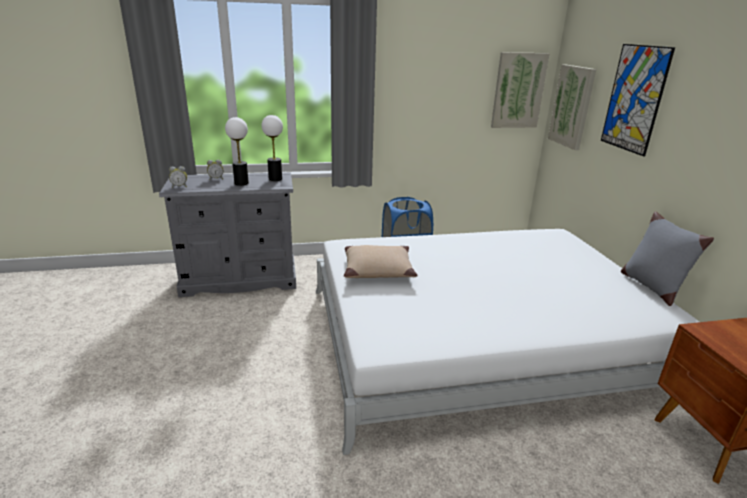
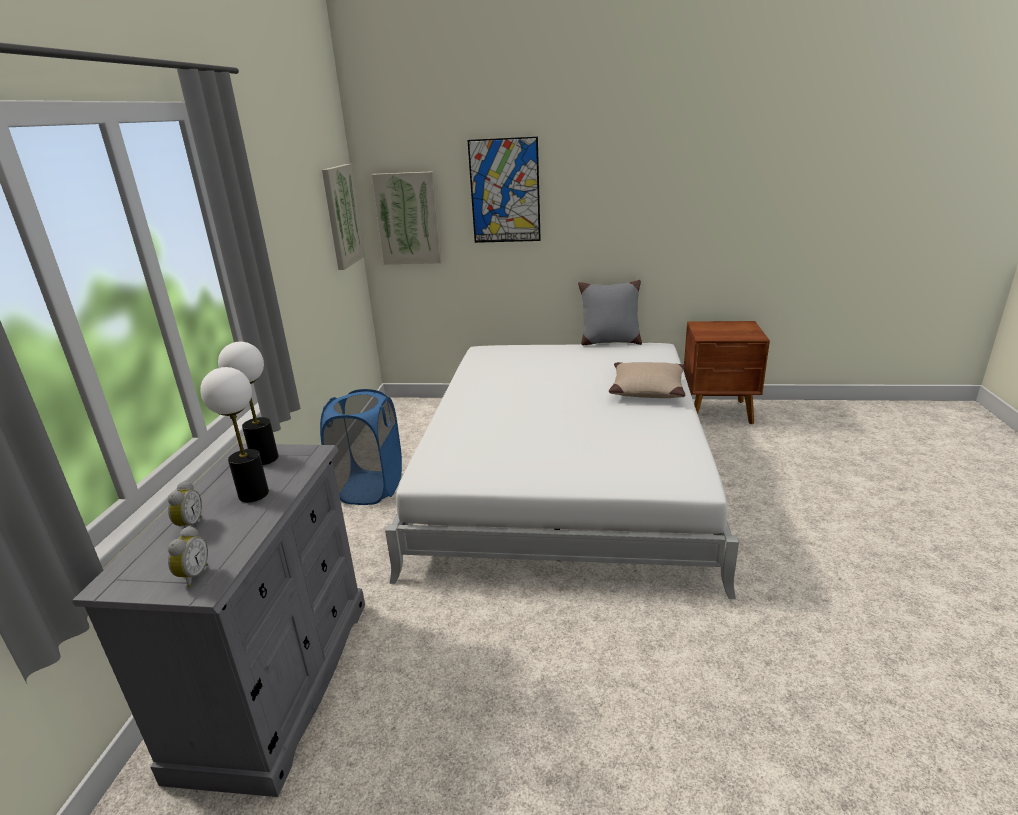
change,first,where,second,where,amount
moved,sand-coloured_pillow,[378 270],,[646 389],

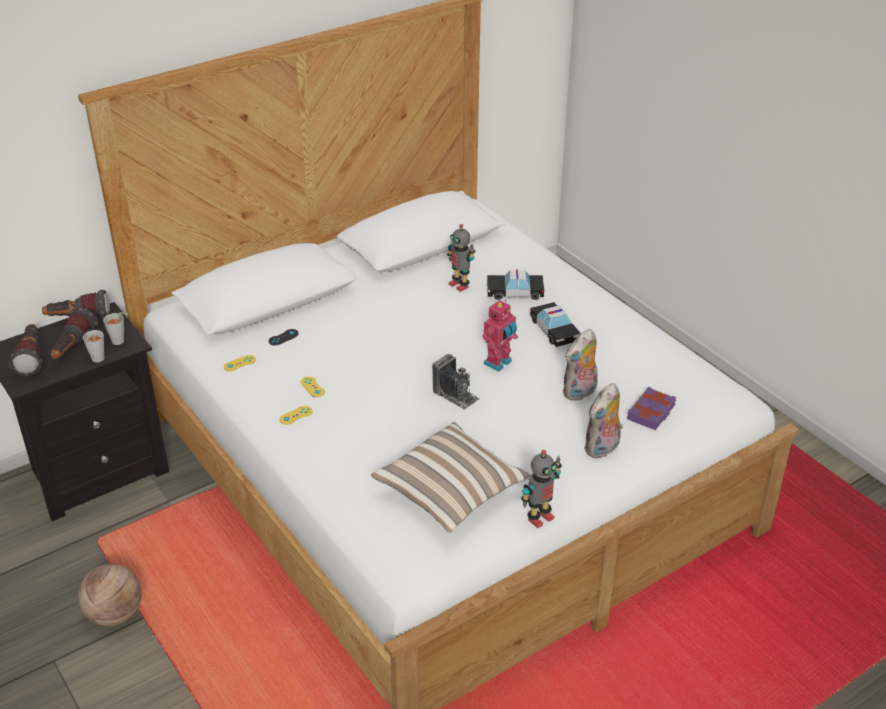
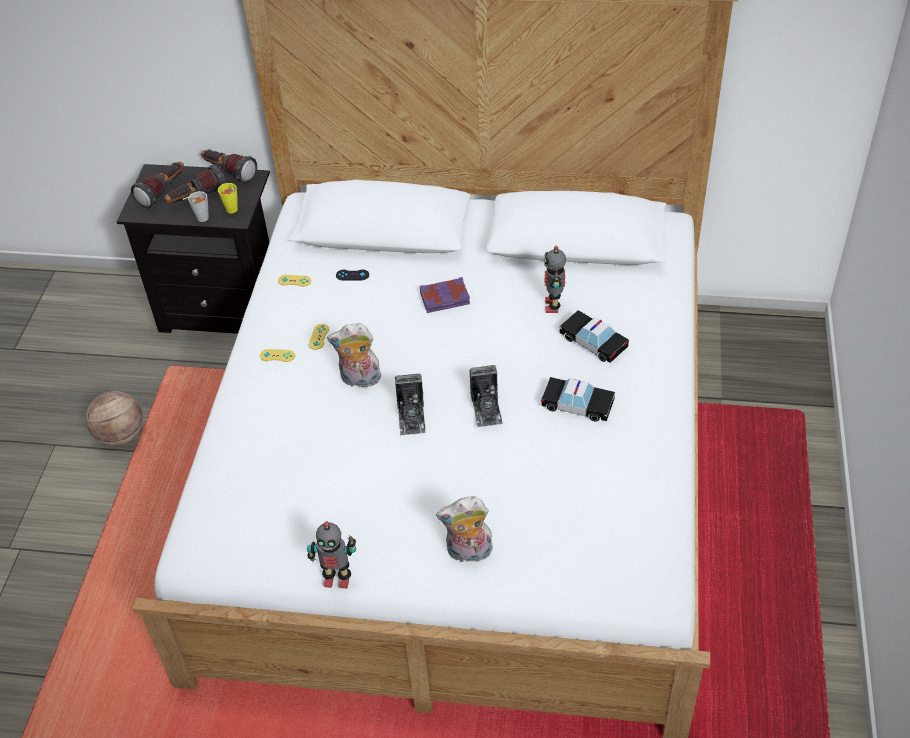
change,first,where,second,where,amount
recoloured,gray_small_cup,[120 341],yellow_small_cup,[232 211],
removed,pillow,[451 492],,,
replaced,model_robot,[499 363],photo_camera,[486 408],
turned,toy_car,[554 330],,[577 405],90 degrees counterclockwise
moved,plush_toy,[580 393],,[359 380],
moved,purplish_book,[651 412],,[445 299],

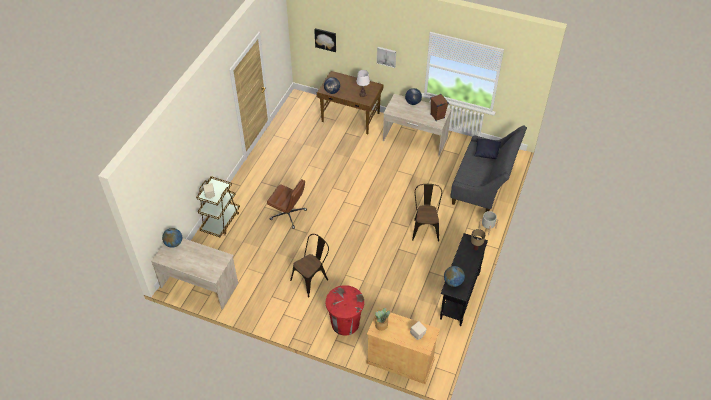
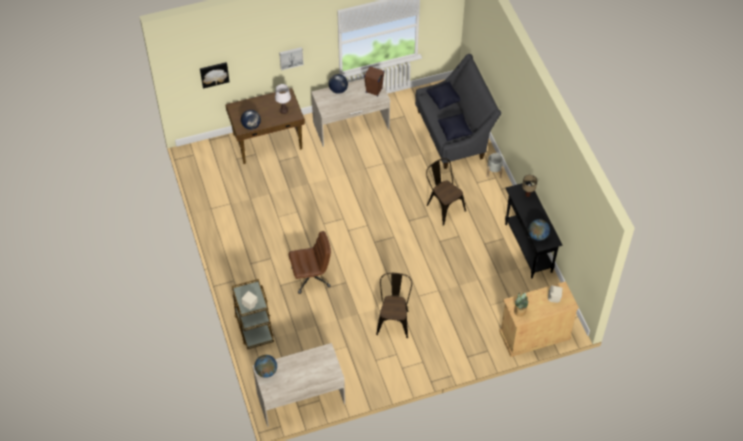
change,first,where,second,where,amount
removed,red-coloured_rubbish_bin,[345 323],,,
added,,,black-coloured_pillow,[454 132],

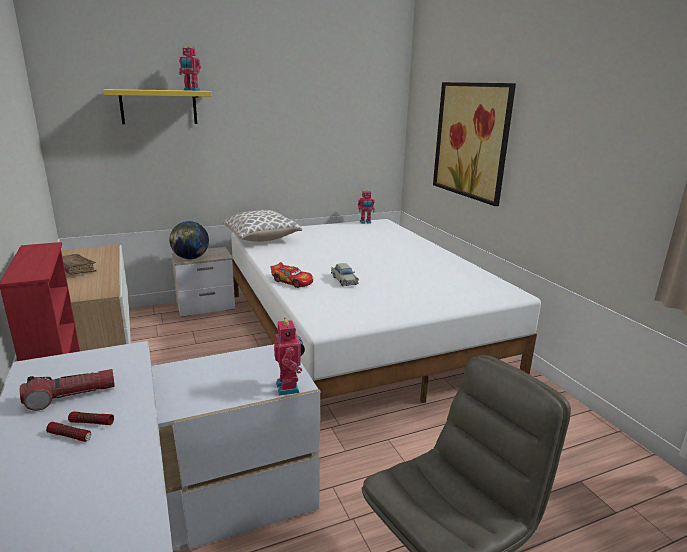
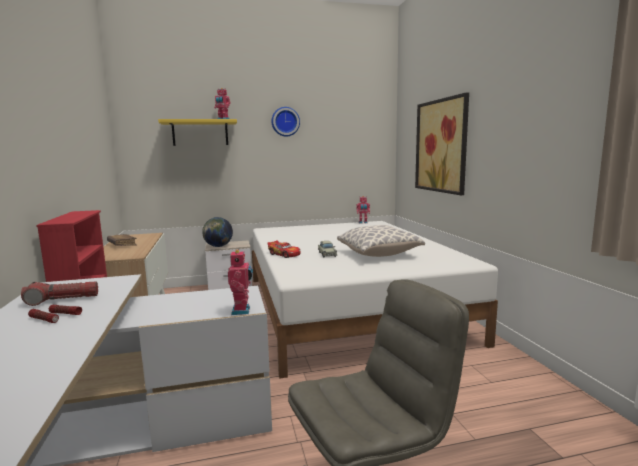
change,first,where,second,where,amount
moved,pillow,[261 238],,[378 254],
added,,,wall_clock,[285 121],

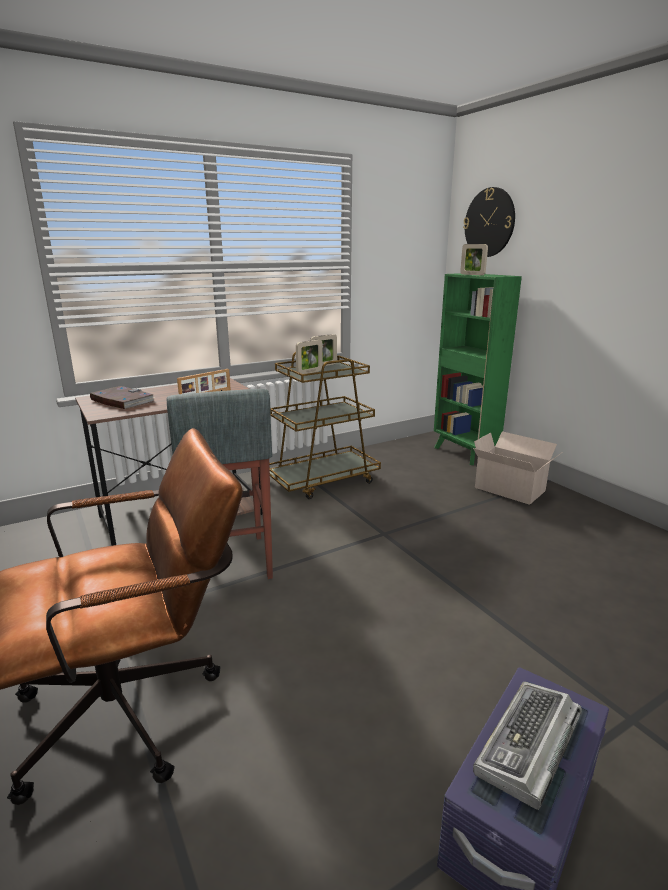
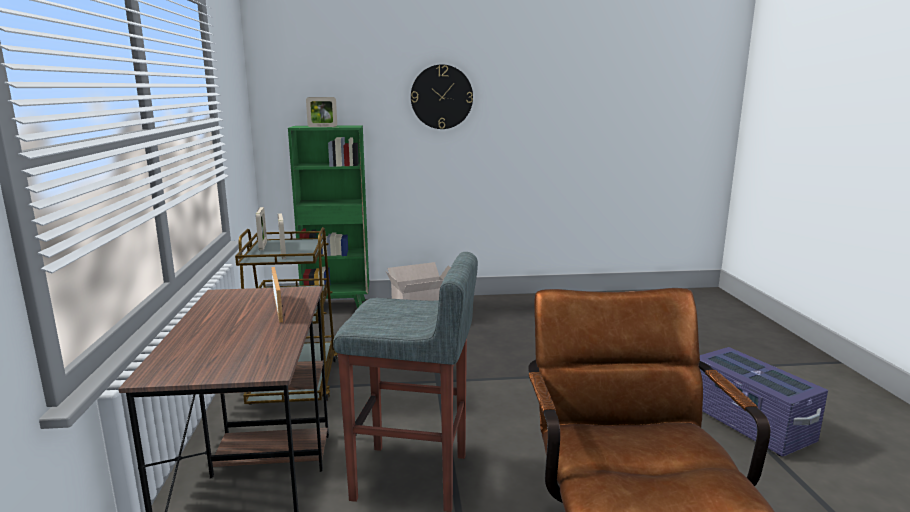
change,first,where,second,where,amount
removed,book,[122 401],,,
moved,wall_clock,[489 222],,[441 97],
removed,keyboard,[528 747],,,

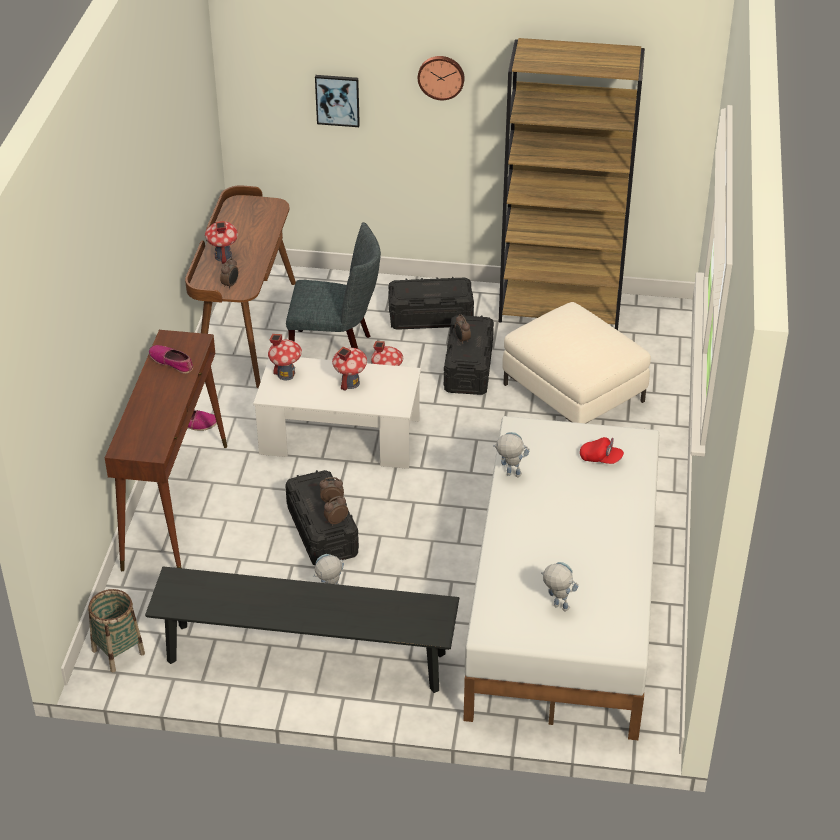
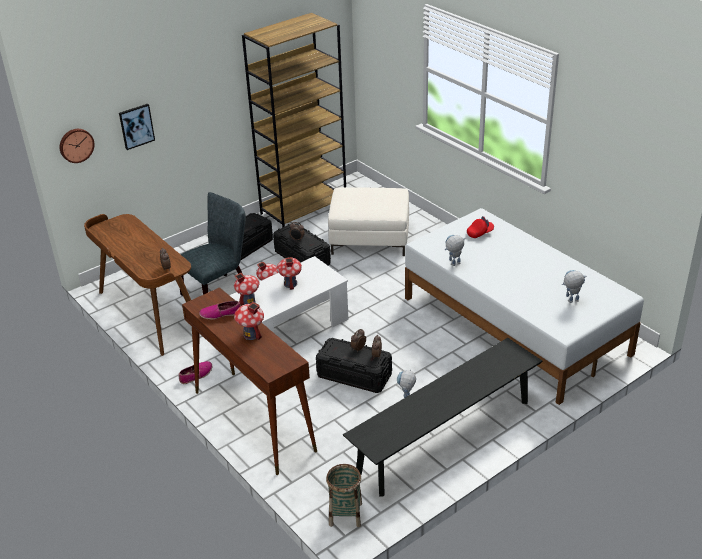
change,first,where,second,where,amount
moved,model_house,[223 256],,[251 335],
moved,wall_clock,[441 76],,[76 145],

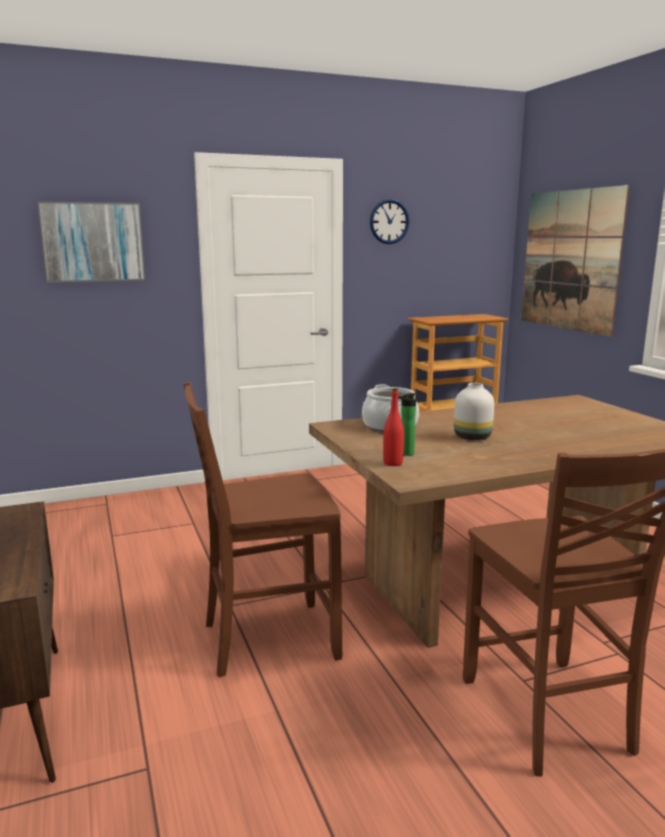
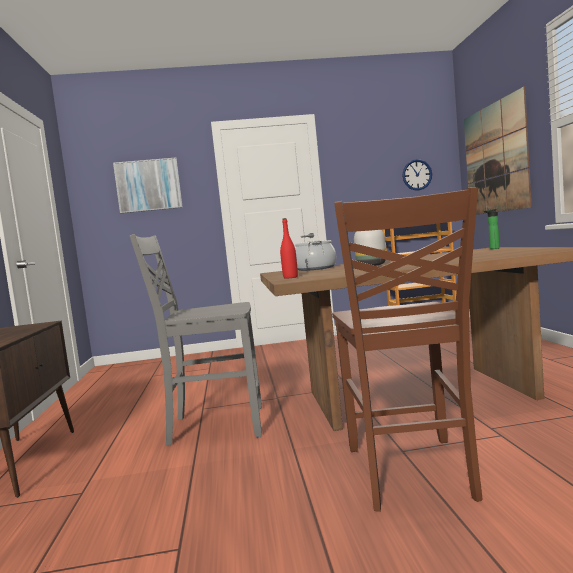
change,first,where,second,where,amount
recoloured,brown_plain_chair,[267 639],gray_plain_chair,[215 426],
moved,wall_clock,[389 221],,[417 175],
moved,beverage_bottle,[405 454],,[493 248],

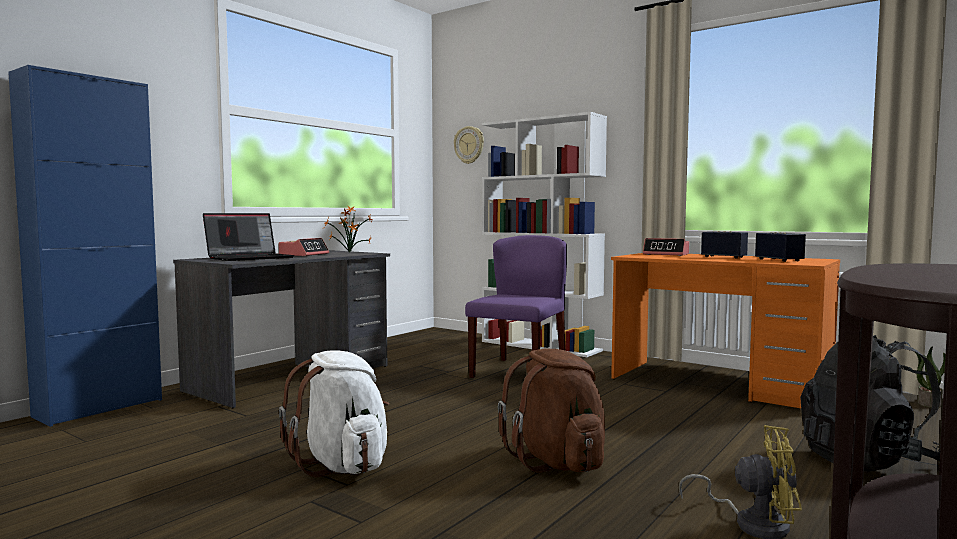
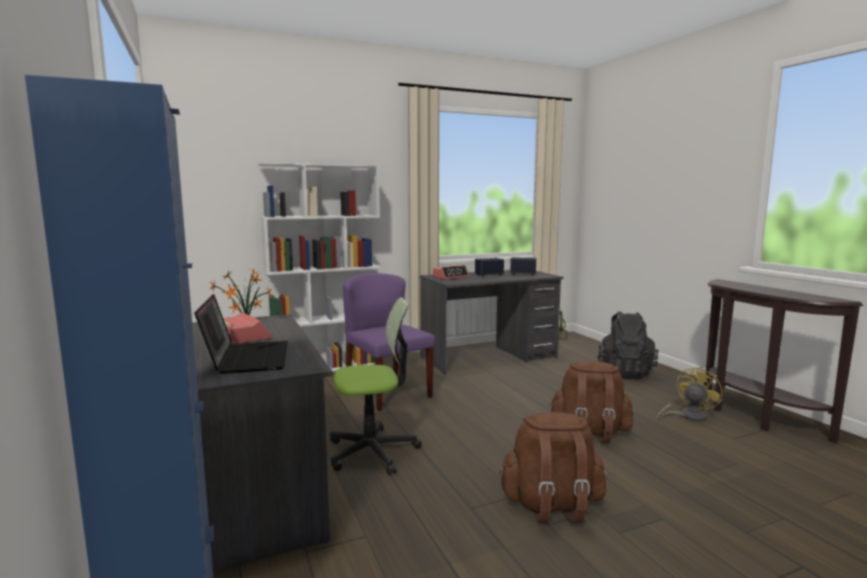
change,first,where,second,where,amount
recoloured,white_backpack,[342 465],brown_backpack,[551 506],
removed,wall_clock,[469 145],,,
recoloured,orange-coloured_desk,[718 385],gray_desk,[489 357],
added,,,desk_chair,[373 451],

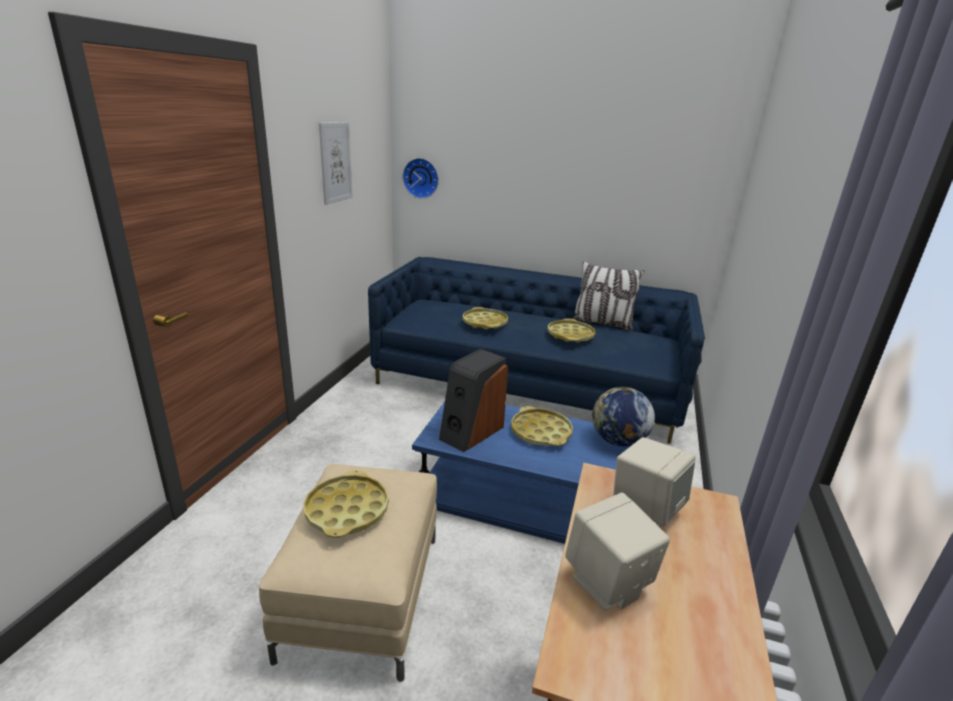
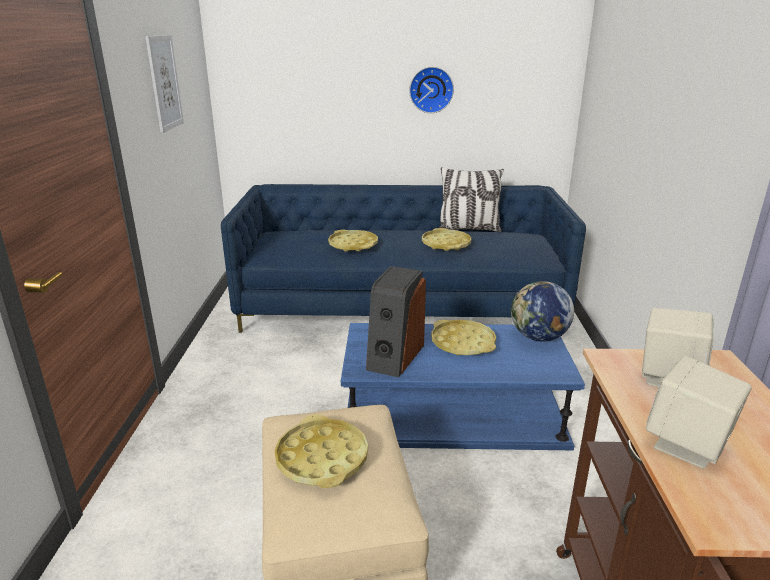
change,first,where,second,where,amount
moved,wall_clock,[421 178],,[431 89],

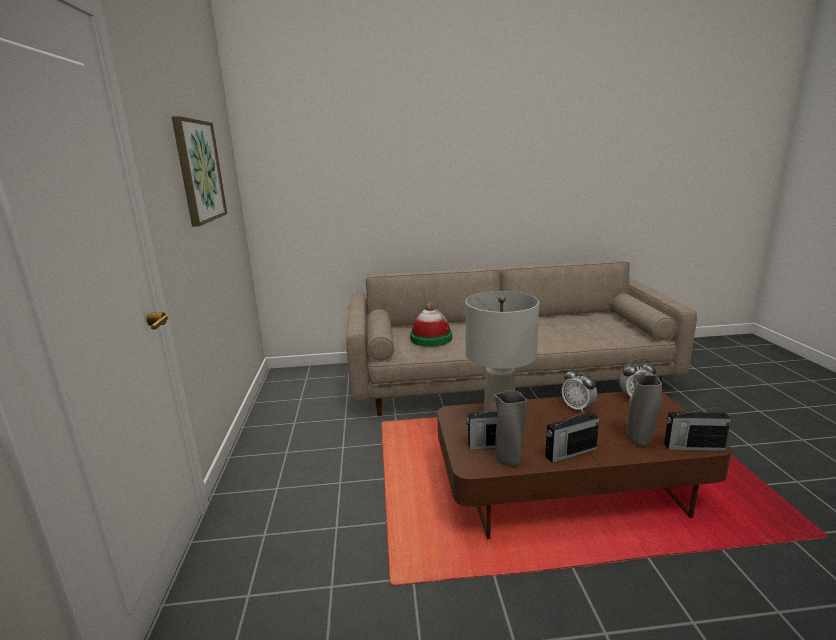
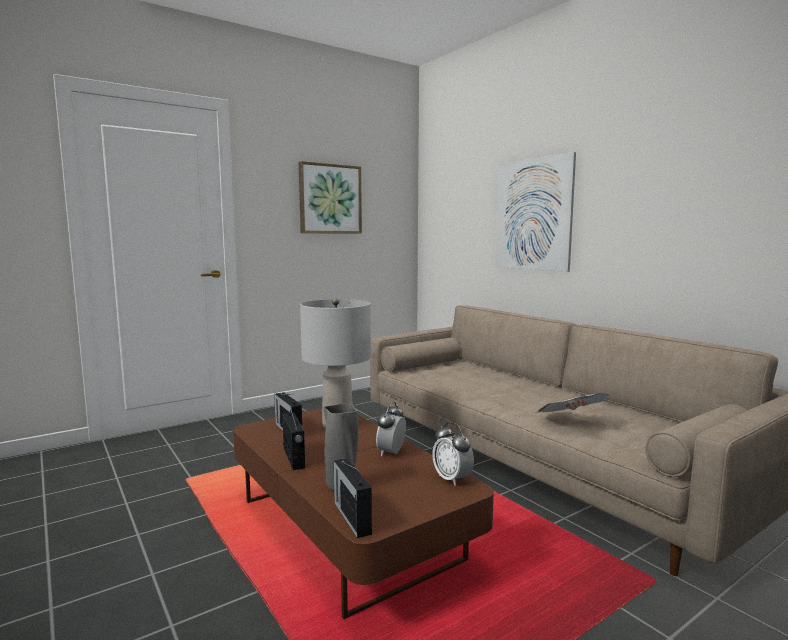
change,first,where,second,where,amount
removed,clothing_hat,[431 338],,,
removed,gray_vase,[509 460],,,
turned,radio_set,[570 453],,[293 458],150 degrees counterclockwise
added,,,picture,[533 214],
added,,,printed_paper,[570 421],

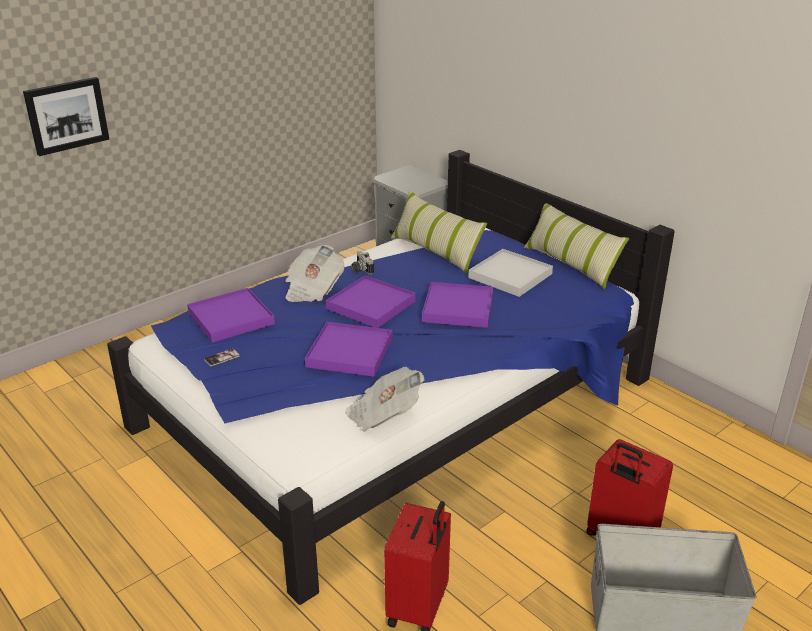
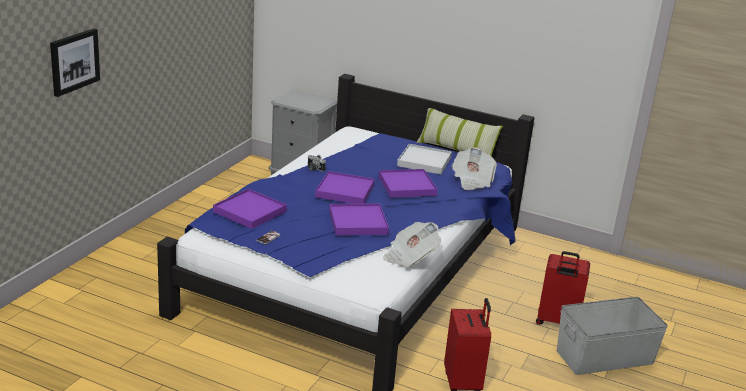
change,first,where,second,where,amount
moved,printed_paper,[312 289],,[472 181],
removed,pillow,[436 251],,,

